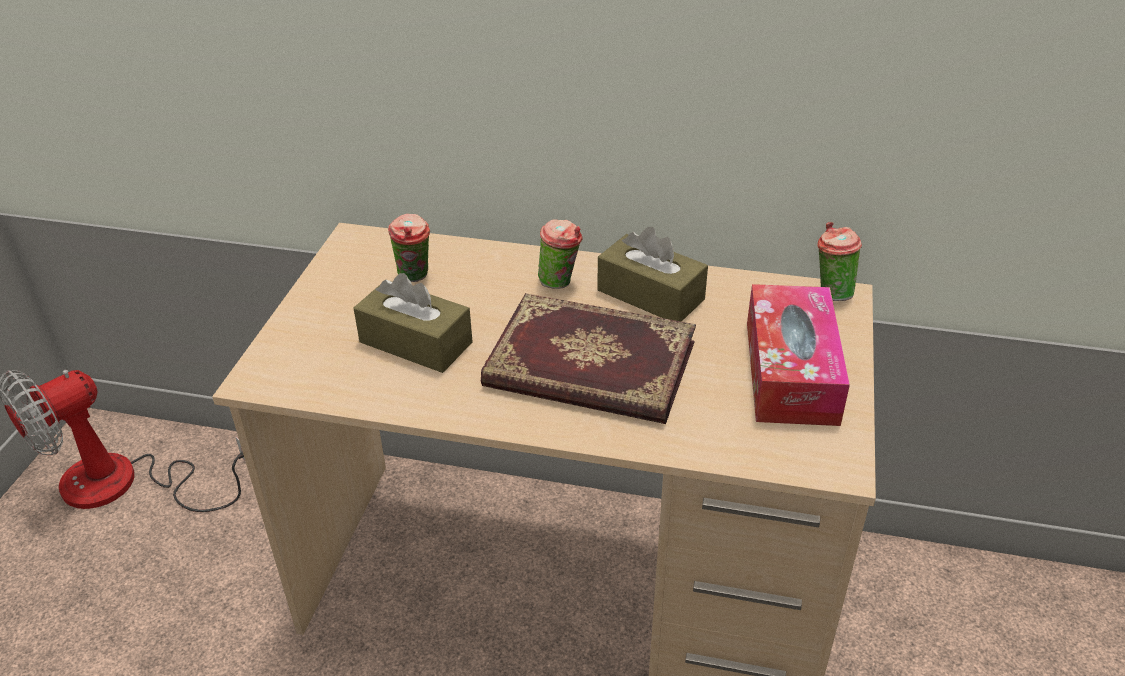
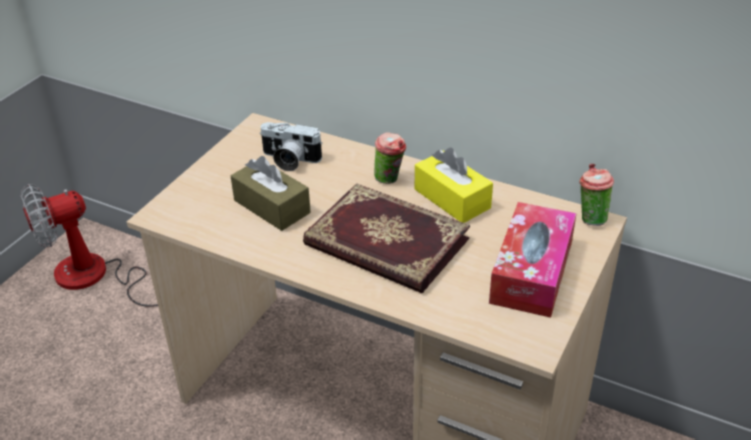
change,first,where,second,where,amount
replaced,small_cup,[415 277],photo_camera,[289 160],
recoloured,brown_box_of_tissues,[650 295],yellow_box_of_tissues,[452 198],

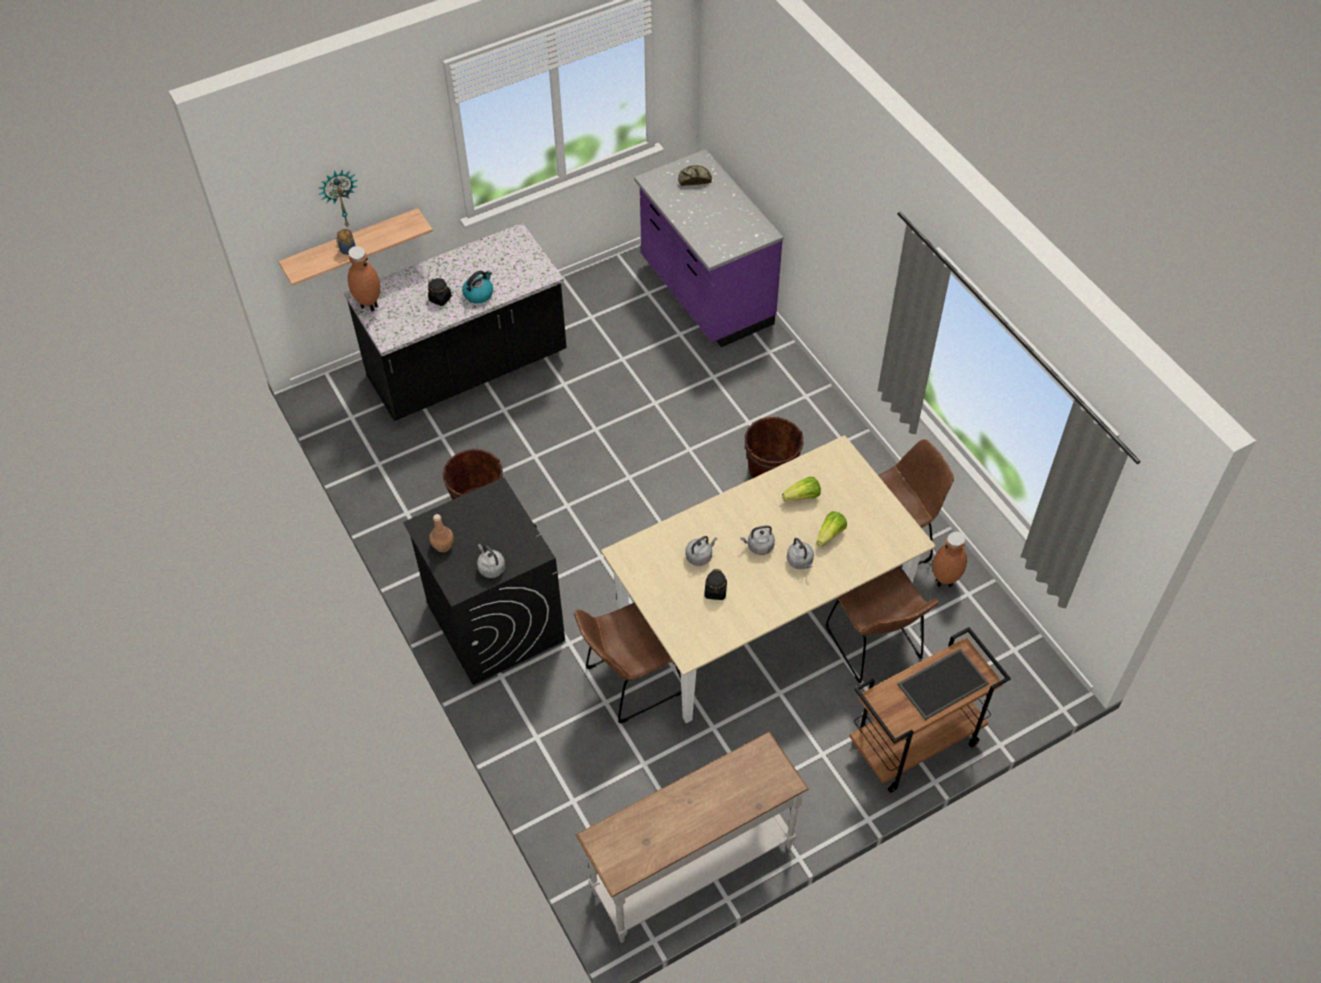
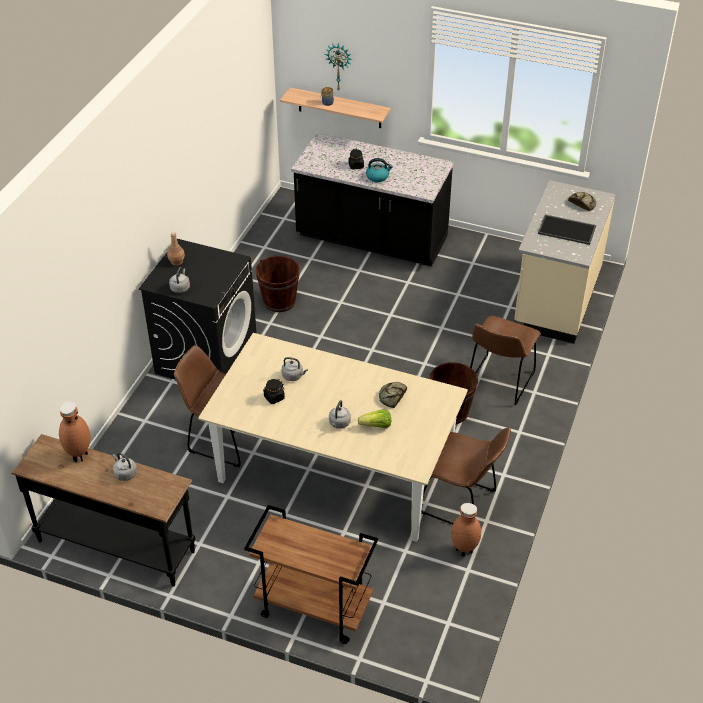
change,first,where,second,where,amount
moved,brown_vase,[368 305],,[79 455],
recoloured,white_console_table,[691 868],black-coloured_console_table,[117 545],
recoloured,purplish_kitchen_base_unit,[705 294],sand-coloured_kitchen_base_unit,[555 299],
moved,gray_kettle,[759 546],,[125 473],
replaced,lettuce,[802 497],bakery_bread,[392 396],
moved,brown_plain_chair,[875 647],,[499 382],
moved,serving_tray,[942 683],,[567 229],

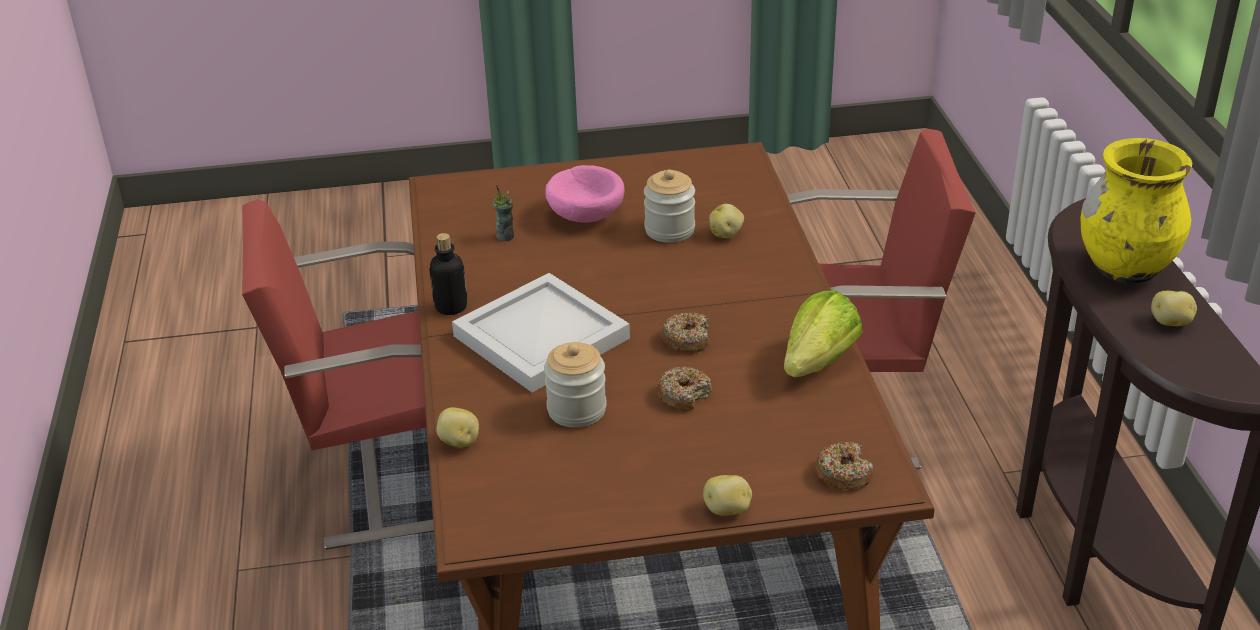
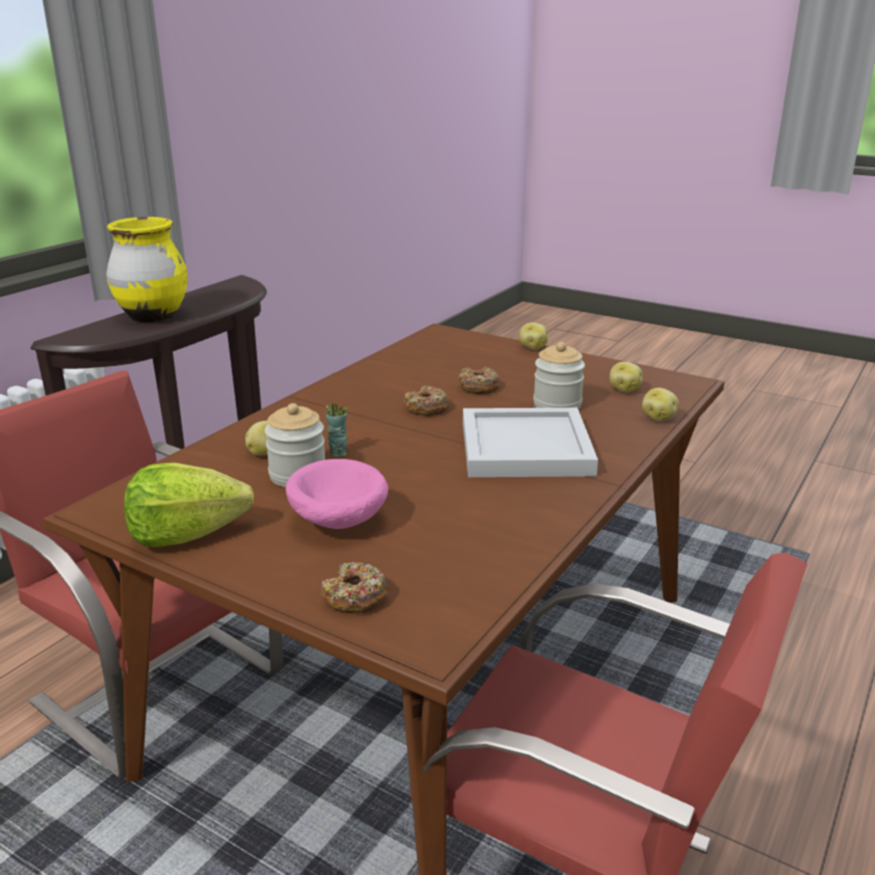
change,first,where,second,where,amount
removed,beverage_bottle,[451 307],,,
moved,small_cup,[505 236],,[338 452],
moved,lettuce,[818 362],,[186 535],
moved,donut,[843 474],,[355 597],
moved,potato,[1171 323],,[624 390],

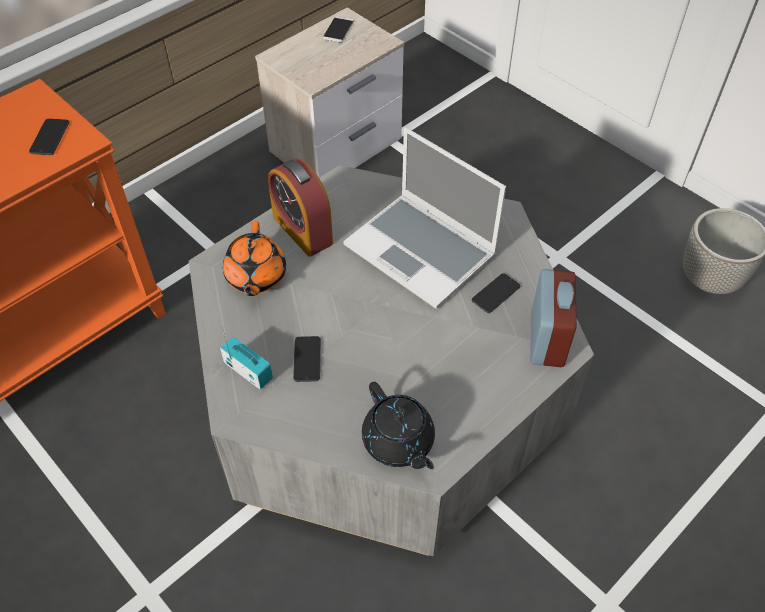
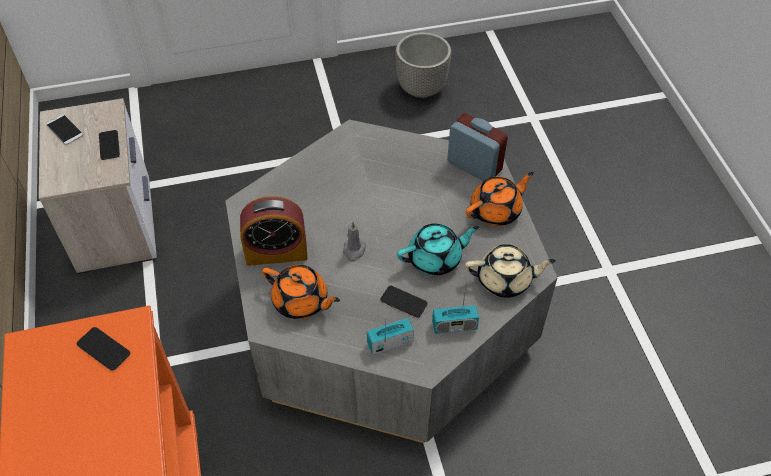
change,first,where,second,where,amount
removed,portable_computer,[422 251],,,
recoloured,black-coloured_teapot,[398 442],sand-coloured_teapot,[505 280],
moved,handset,[495 293],,[109 145],
added,,,gray_wax_light,[354 250],
added,,,turquoise-coloured_teapot,[436 258],
added,,,radio_set,[454 326],
added,,,orange-coloured_teapot,[496 211],

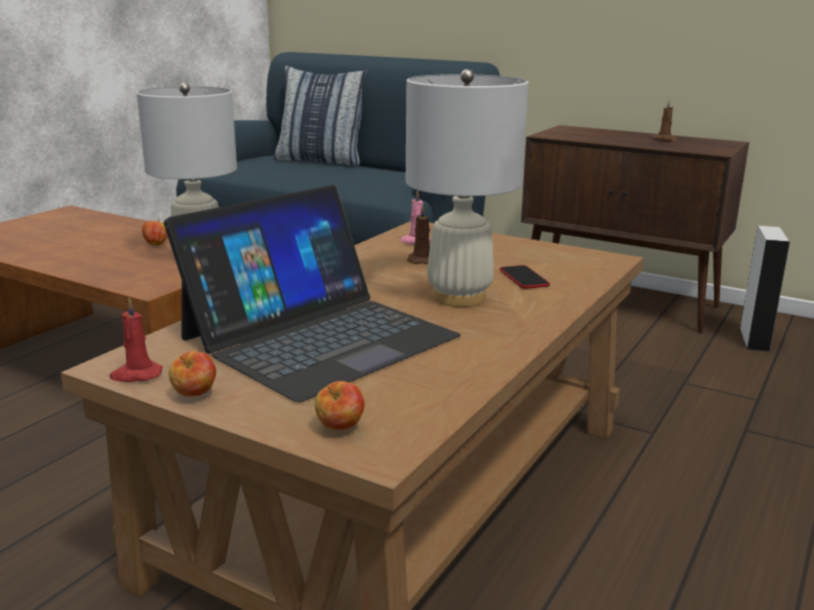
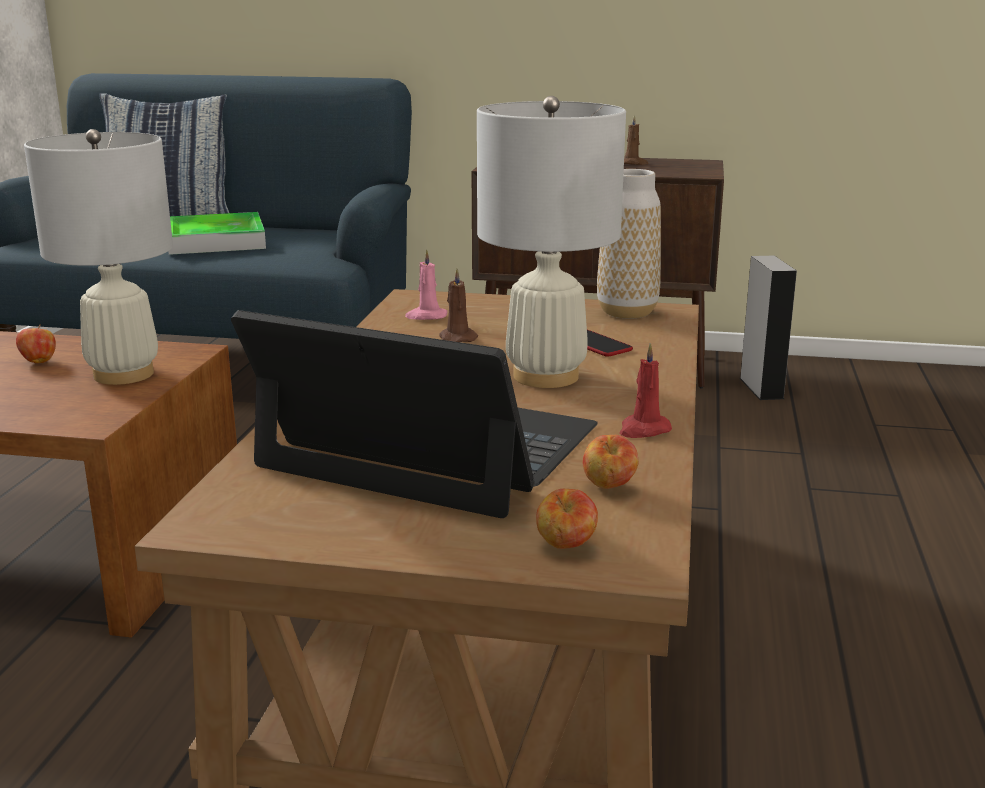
change,first,where,second,where,amount
moved,red-coloured_wax_light,[136 375],,[643 430],
turned,portable_computer,[319 337],,[430 447],90 degrees counterclockwise
moved,apple,[195 395],,[609 487],
added,,,serving_tray,[216 241],
added,,,vase,[627 312],

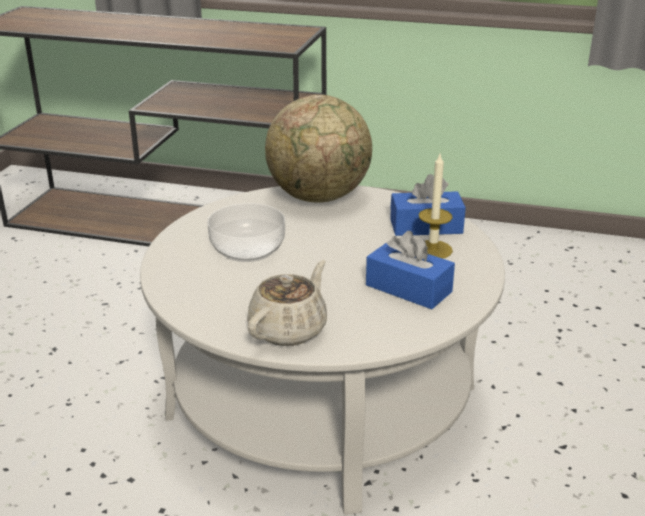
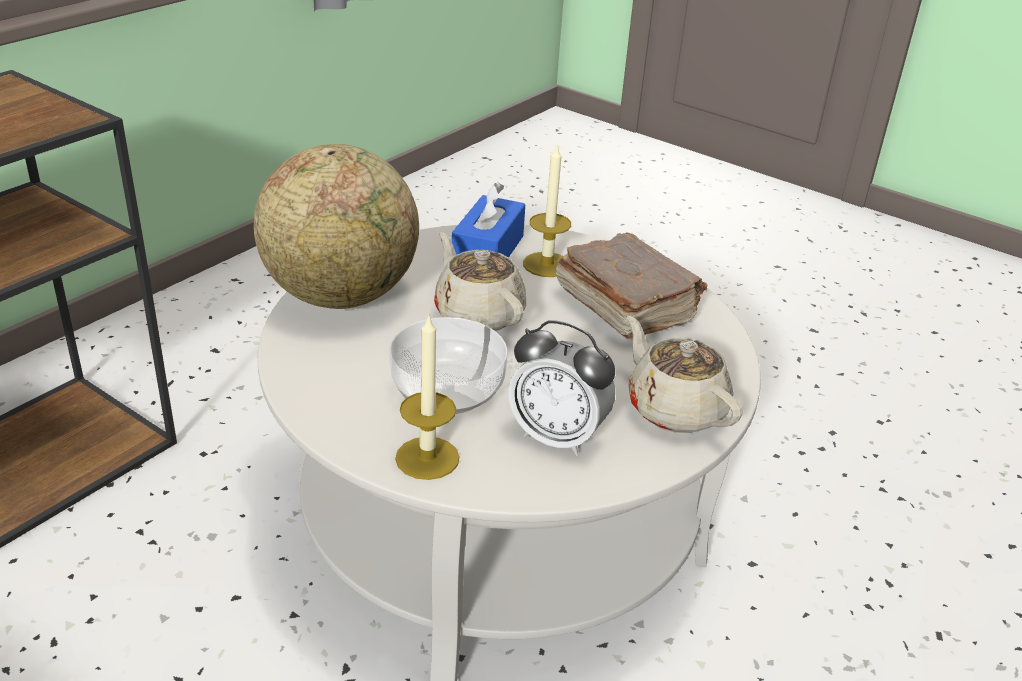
change,first,where,second,where,amount
replaced,blue-coloured_box_of_tissues,[408 288],brown_book,[625 305],
added,,,wax_light,[427 458],
added,,,sand-coloured_teapot,[478 314],
added,,,bedside_clock,[557 437],

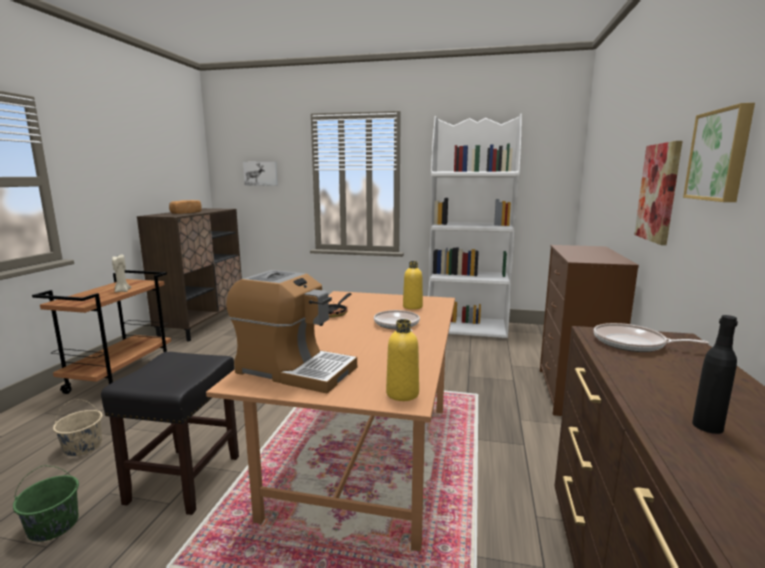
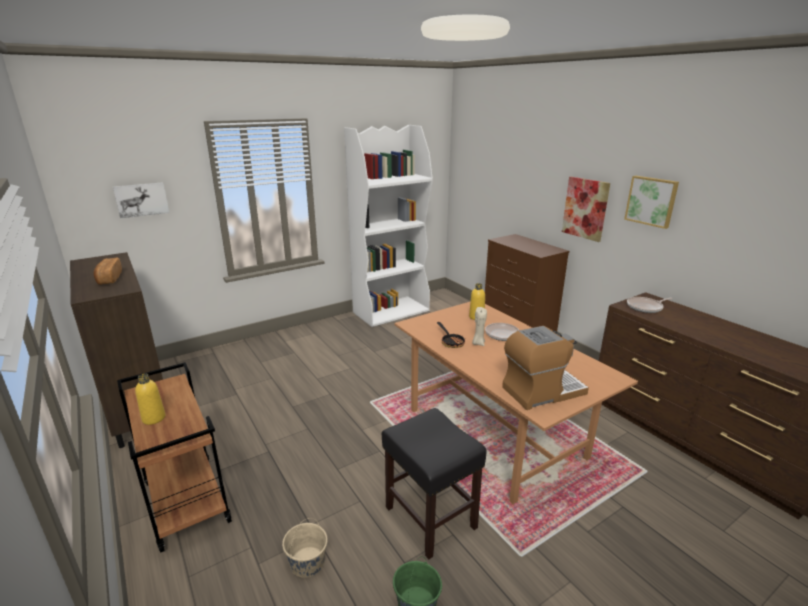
change,first,where,second,where,amount
moved,sand-coloured_wax_light,[122 291],,[478 343],
moved,yellow_beverage_bottle,[402 393],,[154 418],
removed,black-coloured_beverage_bottle,[707 426],,,

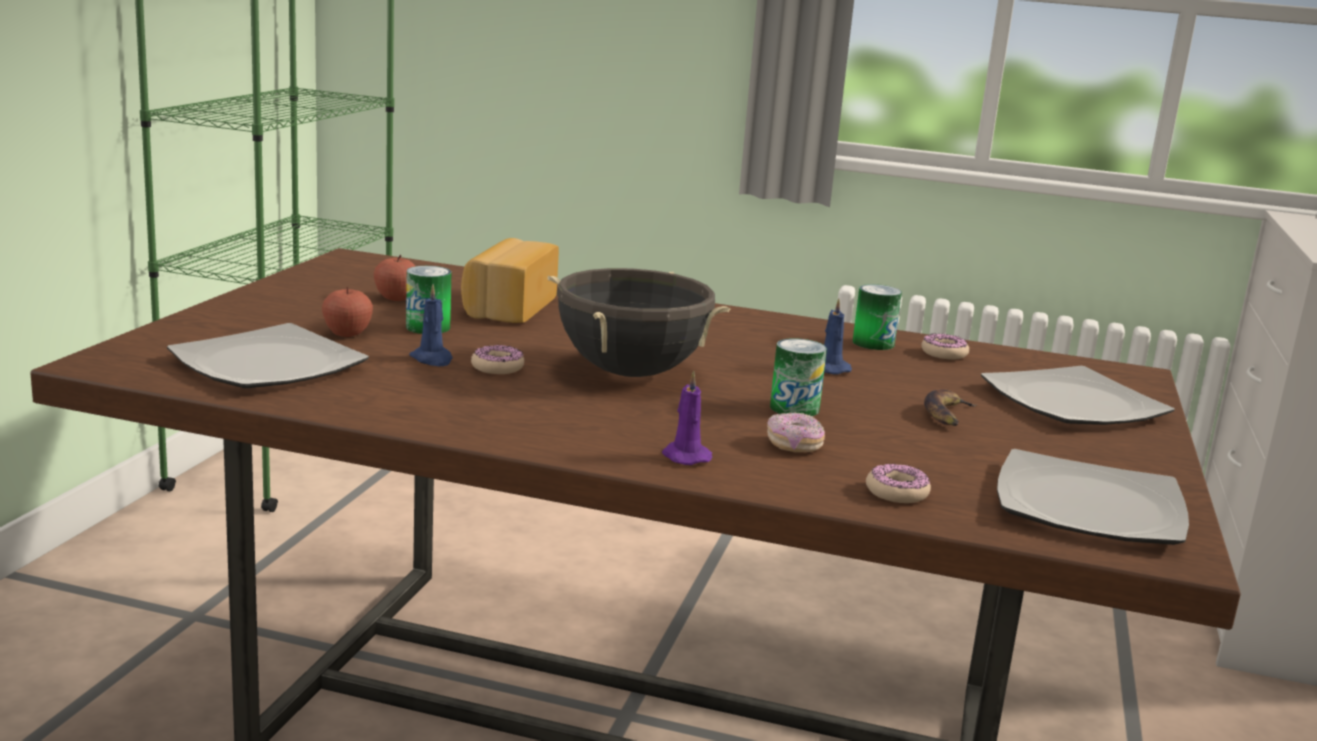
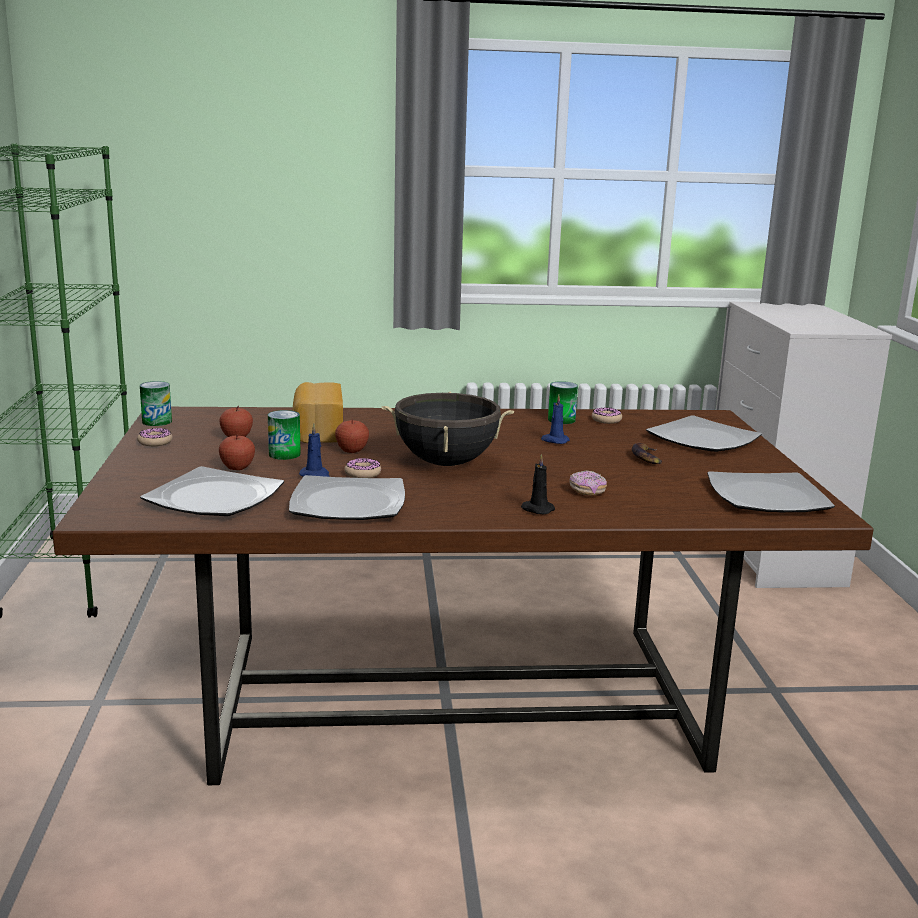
change,first,where,second,where,amount
recoloured,purplish_wax_light,[684 456],black-coloured_wax_light,[536 509],
moved,can,[794 408],,[157 421],
moved,donut,[897 492],,[155 442],
added,,,plate,[349 503],
added,,,apple,[352 450],

